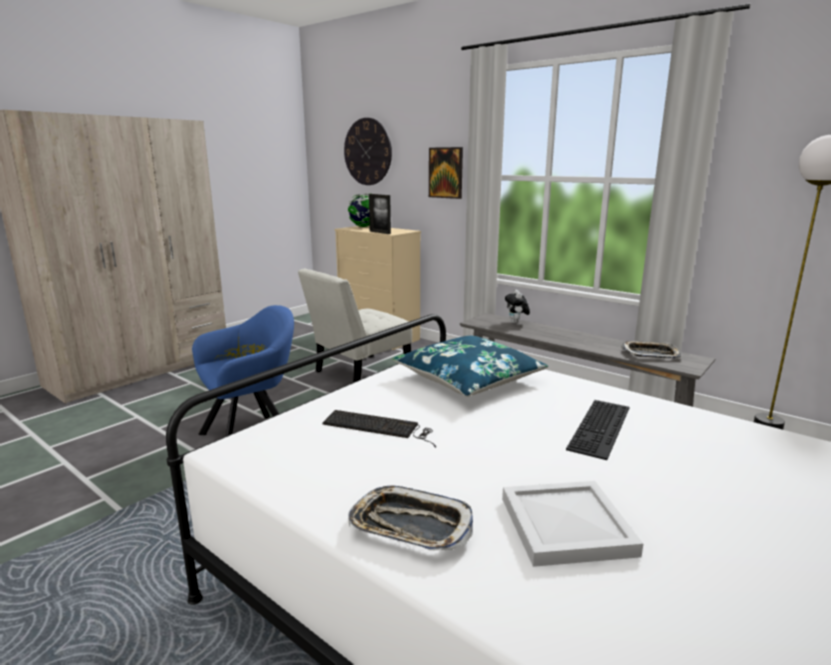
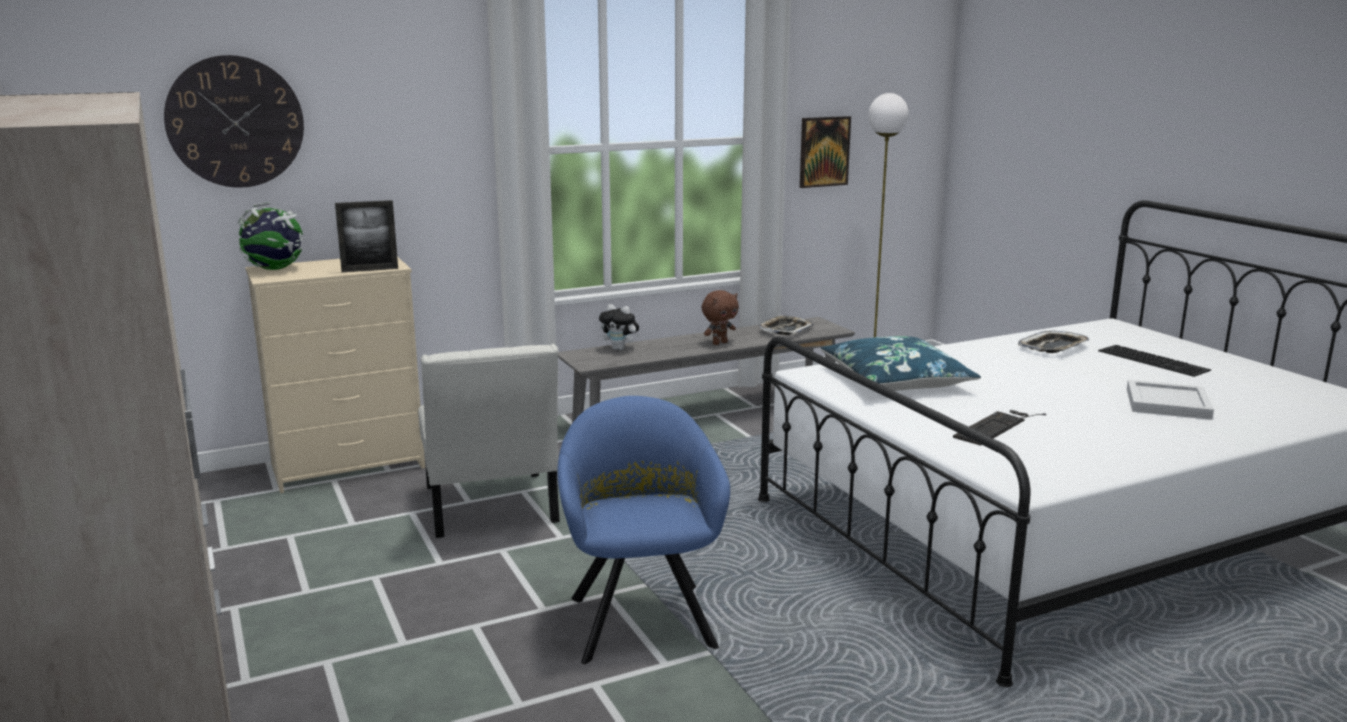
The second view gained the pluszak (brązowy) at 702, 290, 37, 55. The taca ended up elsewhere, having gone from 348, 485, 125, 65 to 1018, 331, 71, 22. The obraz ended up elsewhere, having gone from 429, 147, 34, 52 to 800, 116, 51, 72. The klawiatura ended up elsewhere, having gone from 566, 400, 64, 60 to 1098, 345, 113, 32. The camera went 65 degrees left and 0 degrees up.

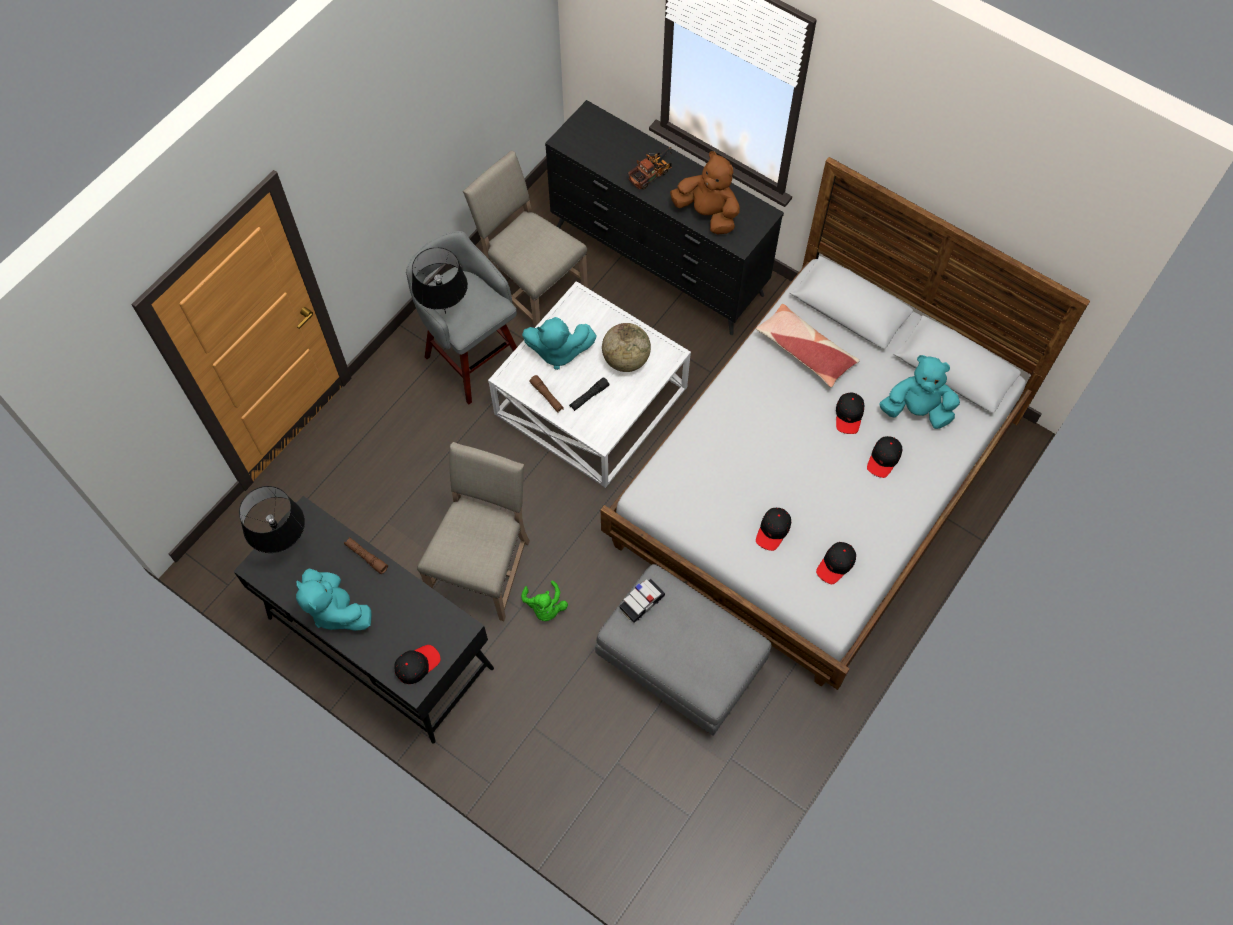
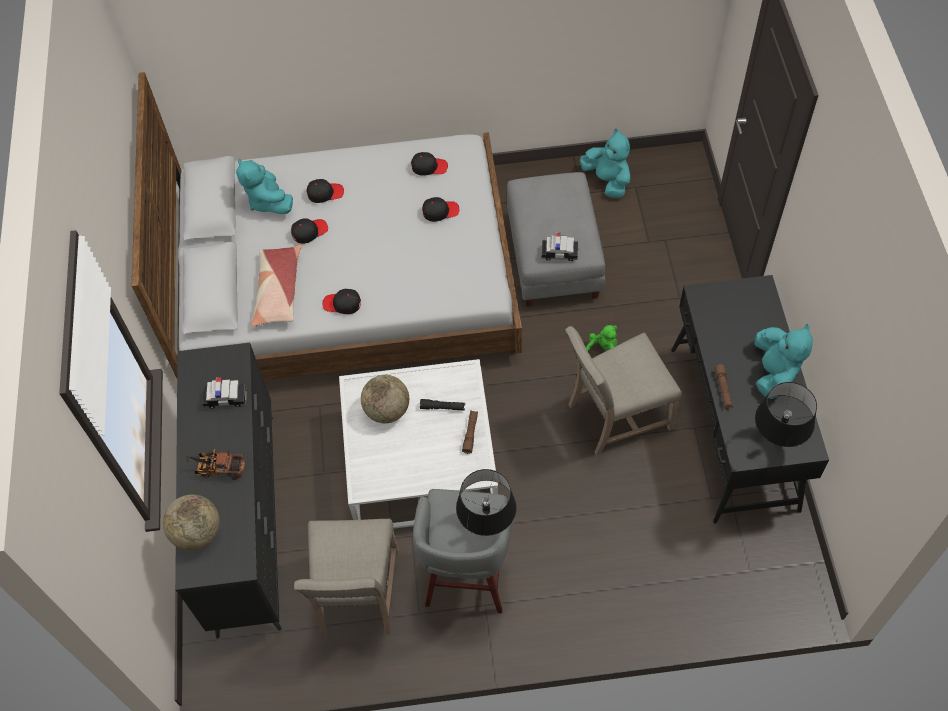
The second view gained the globus at 163, 494, 57, 56. The czapka z daszkiem (czarny) ended up elsewhere, having gone from 394, 645, 47, 39 to 323, 289, 38, 25. The pluszak (turkusowy) ended up elsewhere, having gone from 522, 317, 75, 53 to 580, 128, 50, 70. Where the pluszak (brązowy) stood at 670, 151, 70, 83, the samochodzik came to stand at 203, 377, 44, 32. The camera went 130 degrees left and 5 degrees down.

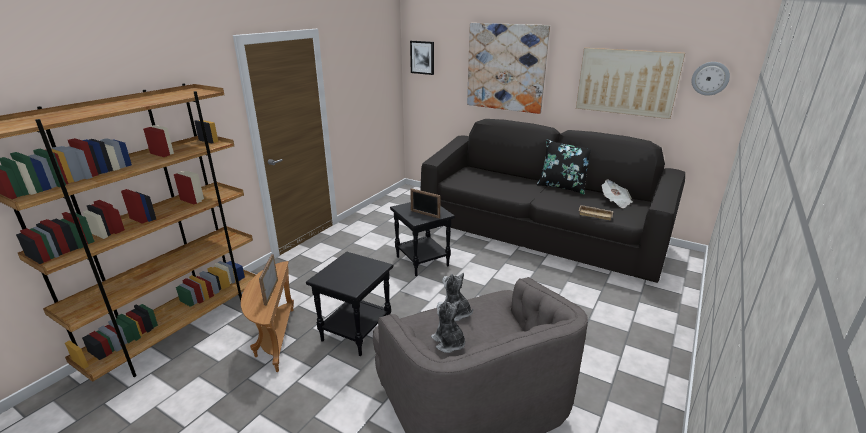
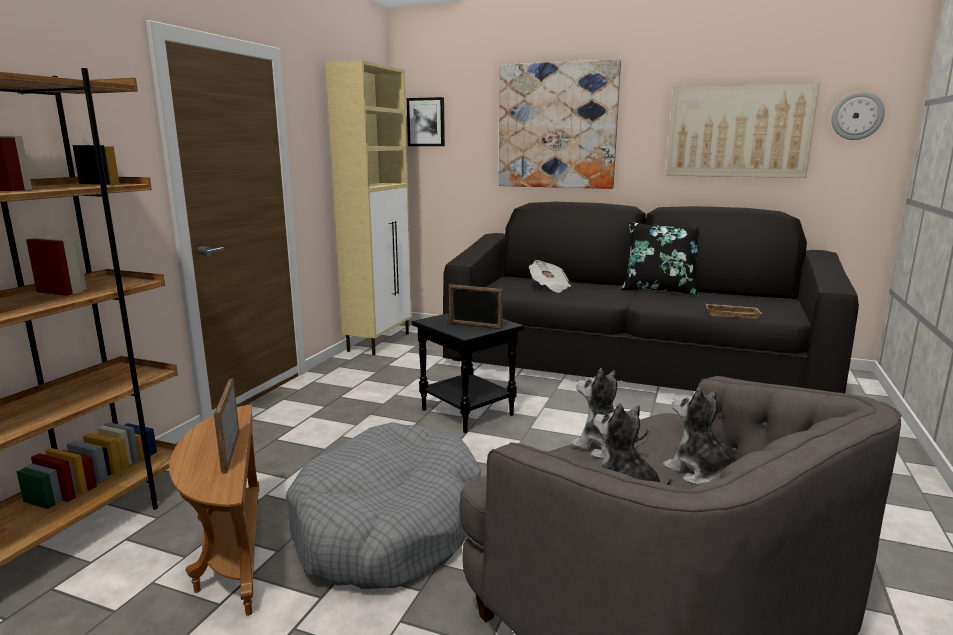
The second view gained the szafka (beżowy) at 326, 60, 86, 295. The second view gained the pluszak at 663, 387, 73, 98. The gazeta ended up elsewhere, having gone from 602, 180, 31, 28 to 529, 260, 42, 33. Where the stolik (czarny) stood at 306, 252, 87, 104, the legowisko (szary) came to stand at 286, 422, 195, 167. The camera went 10 degrees left and 10 degrees down.

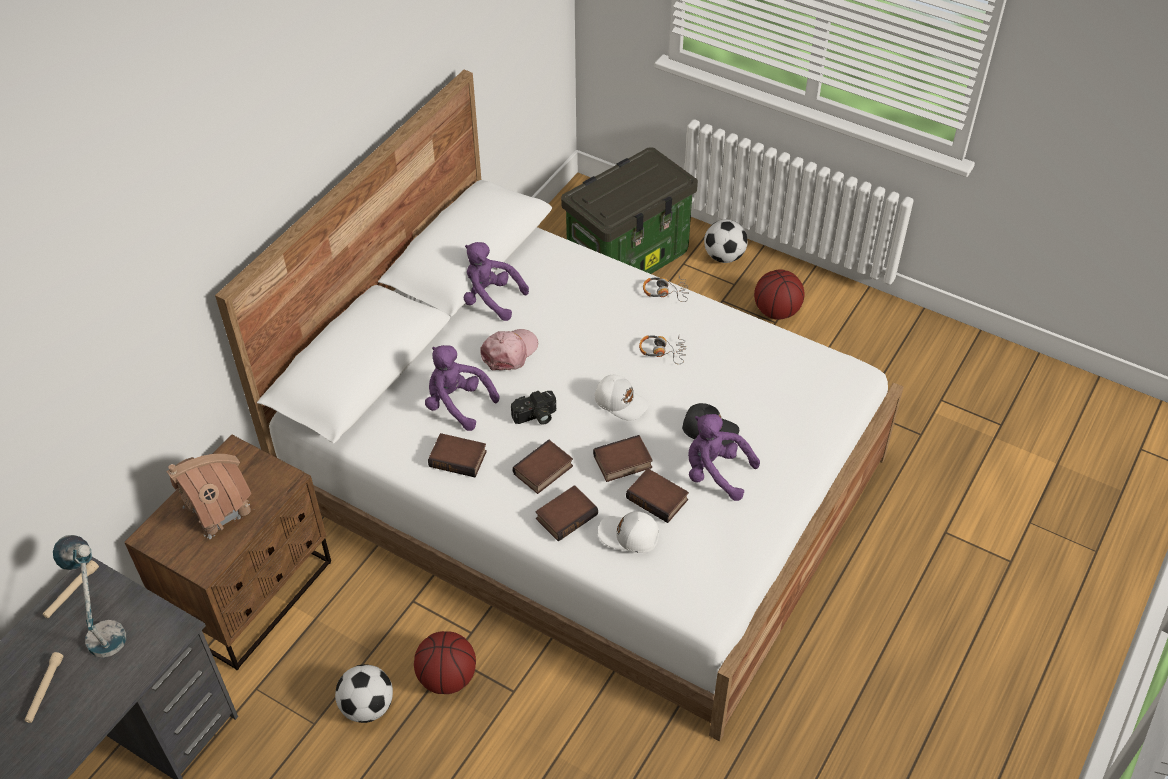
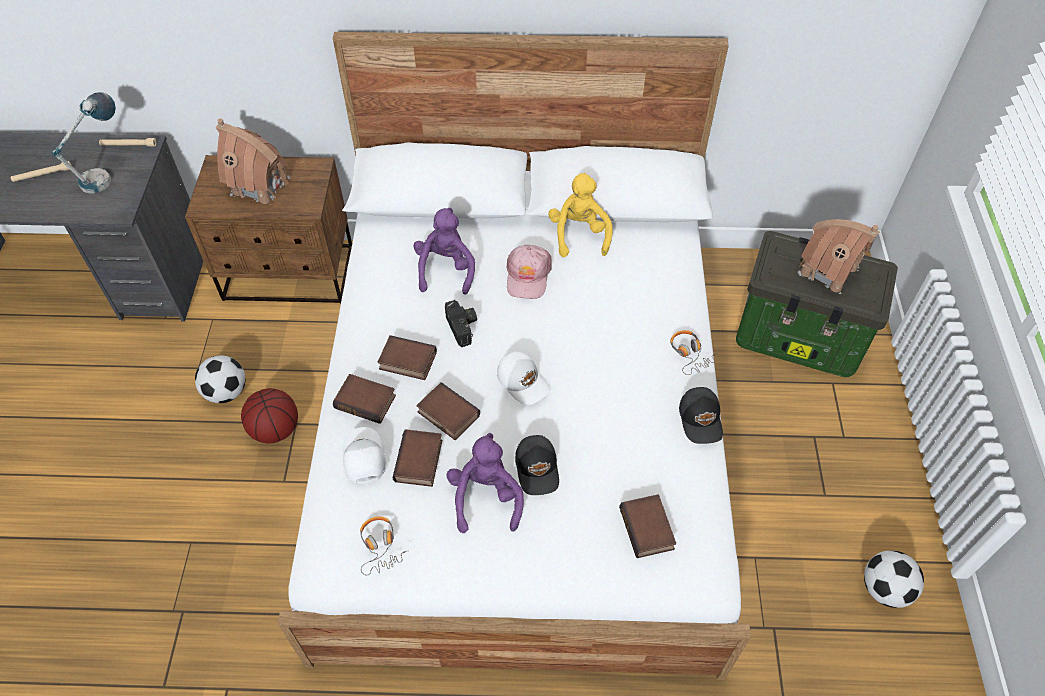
The second view lost the piłka do koszykówki at 754, 270, 51, 50. The second view gained the czapka z daszkiem (czarny) at 679, 387, 44, 57. The second view gained the domek at 798, 219, 82, 75. The książka ended up elsewhere, having gone from 428, 433, 59, 44 to 619, 494, 57, 64. The słuchawki ended up elsewhere, having gone from 639, 335, 47, 29 to 360, 516, 47, 59. The piłka futbolowa ended up elsewhere, having gone from 704, 219, 44, 44 to 864, 551, 60, 57. What was the pluszak (fioletowy) at 464, 242, 65, 79 turned into the pluszak (żółty) at 548, 173, 65, 84. The czapka z daszkiem (różowy) at 480, 329, 58, 41 ended up facing another way, 90 degrees clockwise from before. The aparat fotograficzny at 511, 391, 45, 34 ended up facing another way, 150 degrees counterclockwise from before. The czapka z daszkiem (biały) at 595, 375, 54, 46 ended up facing another way, 45 degrees counterclockwise from before. The camera went 60 degrees right and 5 degrees up.

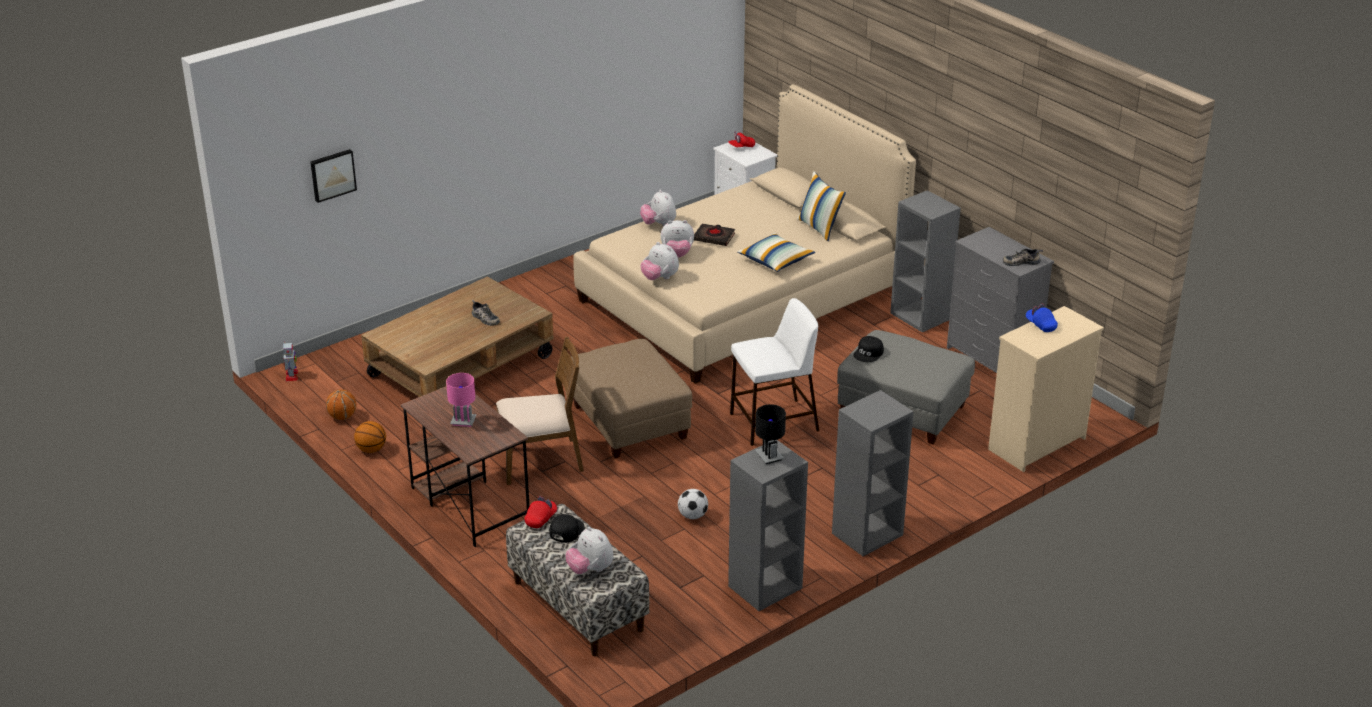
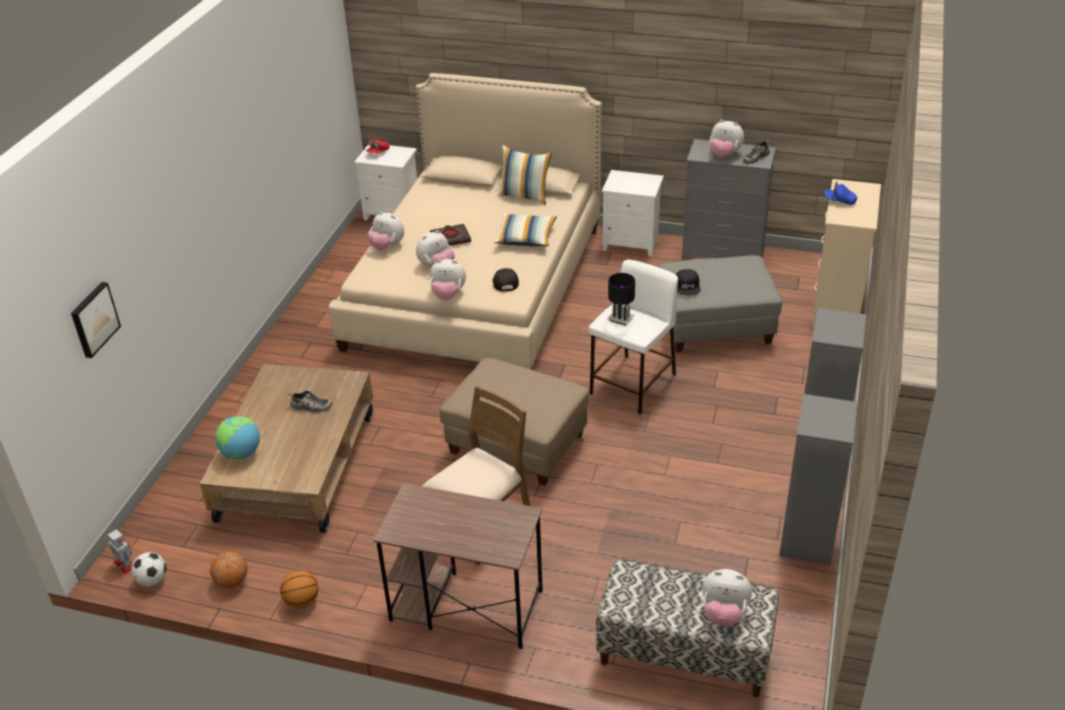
The second view lost the lampa stołowa (różowy) at 446, 373, 30, 54. The second view lost the czapka z daszkiem (czerwony) at 524, 496, 33, 32. The second view gained the globus at 215, 416, 45, 43. The second view gained the pluszak at 710, 119, 34, 38. The czapka z daszkiem (czarny) ended up elsewhere, having gone from 549, 514, 36, 29 to 492, 268, 27, 23. The piłka futbolowa ended up elsewhere, having gone from 678, 489, 30, 30 to 131, 552, 36, 34. The lampa stołowa (czarny) ended up elsewhere, having gone from 755, 404, 31, 60 to 608, 273, 27, 53. Where the regał (szary) stood at 890, 190, 71, 142, the szafka nocna (biały) came to stand at 602, 170, 62, 87. The camera went 35 degrees left and 5 degrees up.

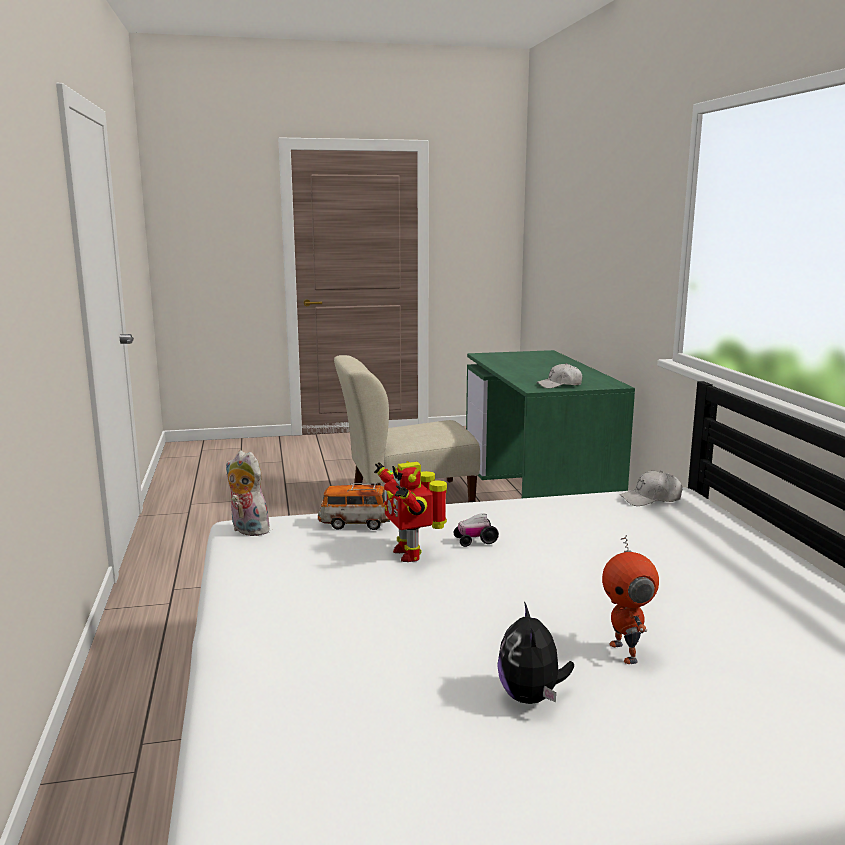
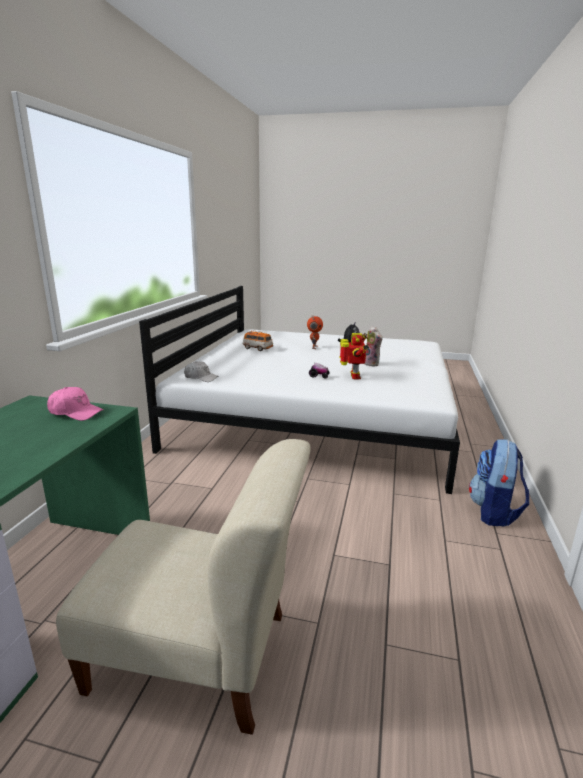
The second view gained the plecak at 469, 439, 60, 88. The pluszak ended up elsewhere, having gone from 226, 450, 45, 86 to 365, 326, 17, 41. The samochodzik ended up elsewhere, having gone from 318, 483, 72, 47 to 242, 330, 31, 21. What was the czapka z daszkiem (biały) at 537, 363, 45, 25 turned into the czapka z daszkiem (różowy) at 47, 387, 57, 34. The camera went 155 degrees left and 5 degrees up.

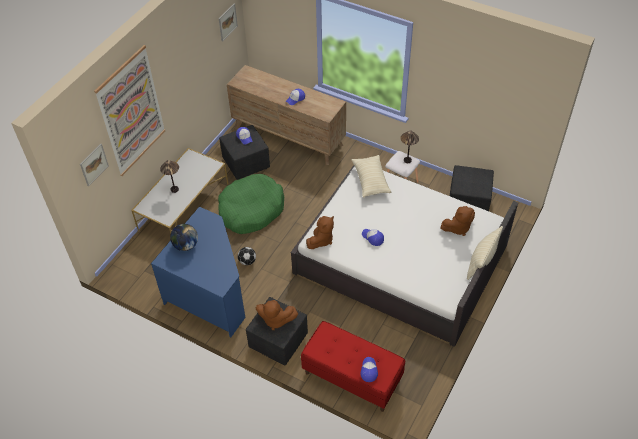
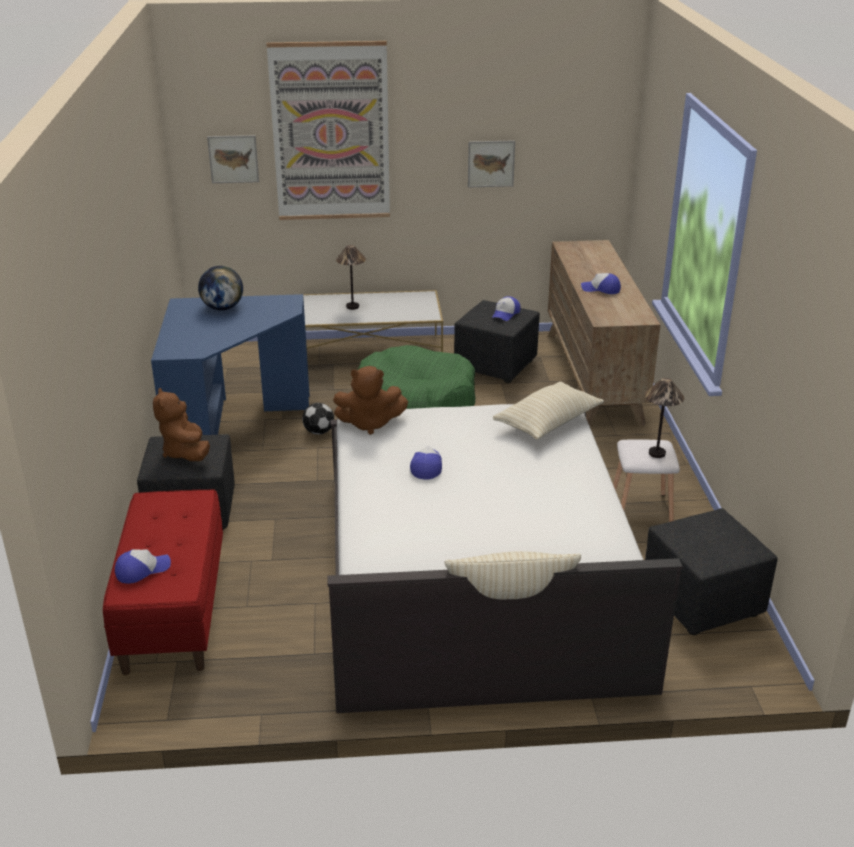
The second view lost the pluszak (brązowy) at 441, 206, 34, 30. The obraz ended up elsewhere, having gone from 219, 4, 19, 37 to 468, 140, 47, 48. The camera went 55 degrees right and 20 degrees down.

